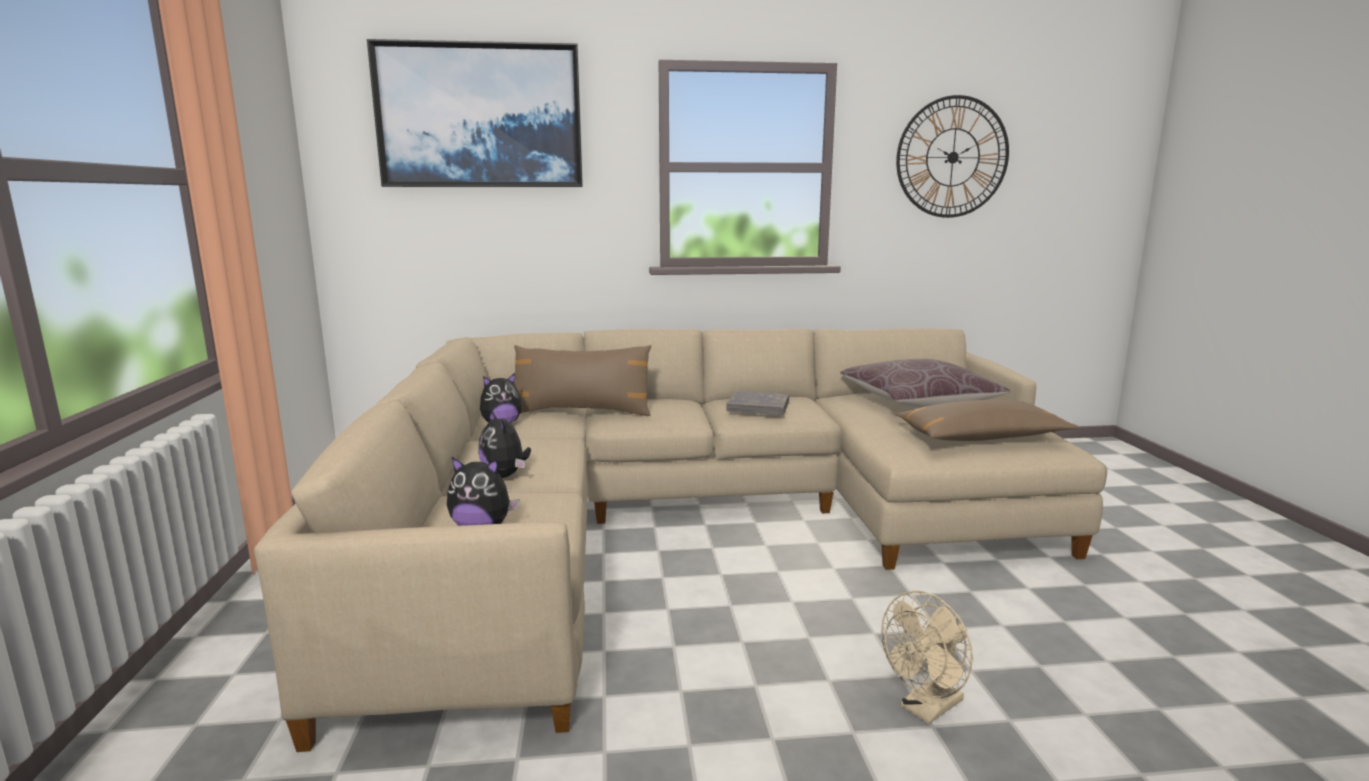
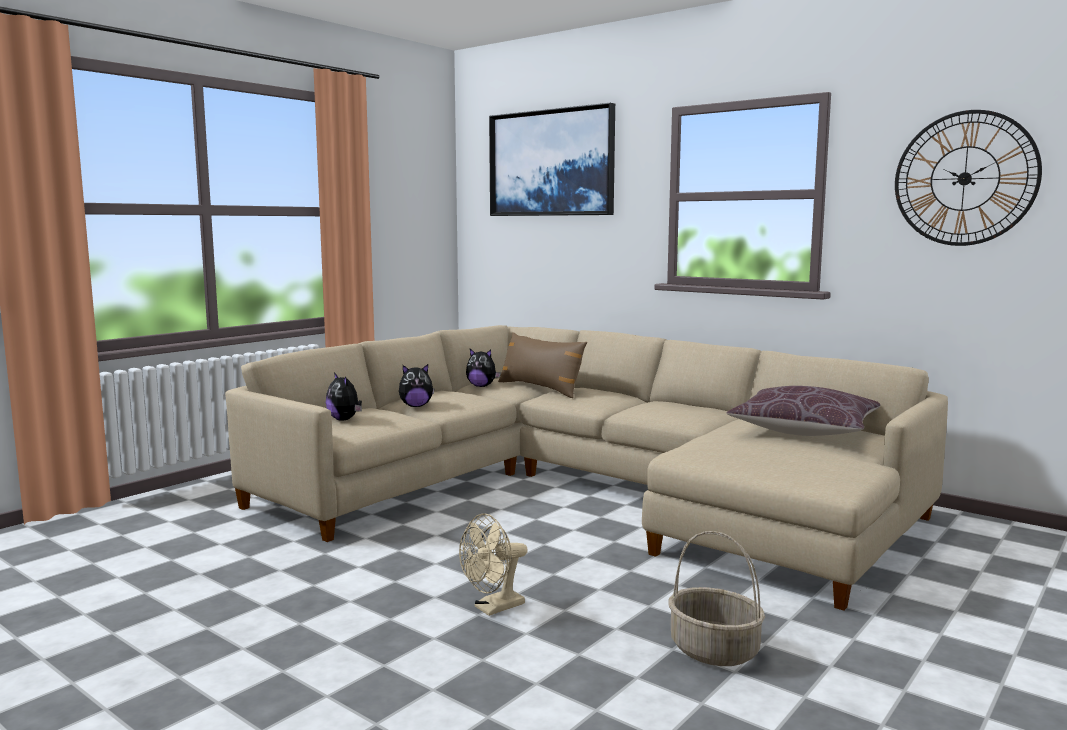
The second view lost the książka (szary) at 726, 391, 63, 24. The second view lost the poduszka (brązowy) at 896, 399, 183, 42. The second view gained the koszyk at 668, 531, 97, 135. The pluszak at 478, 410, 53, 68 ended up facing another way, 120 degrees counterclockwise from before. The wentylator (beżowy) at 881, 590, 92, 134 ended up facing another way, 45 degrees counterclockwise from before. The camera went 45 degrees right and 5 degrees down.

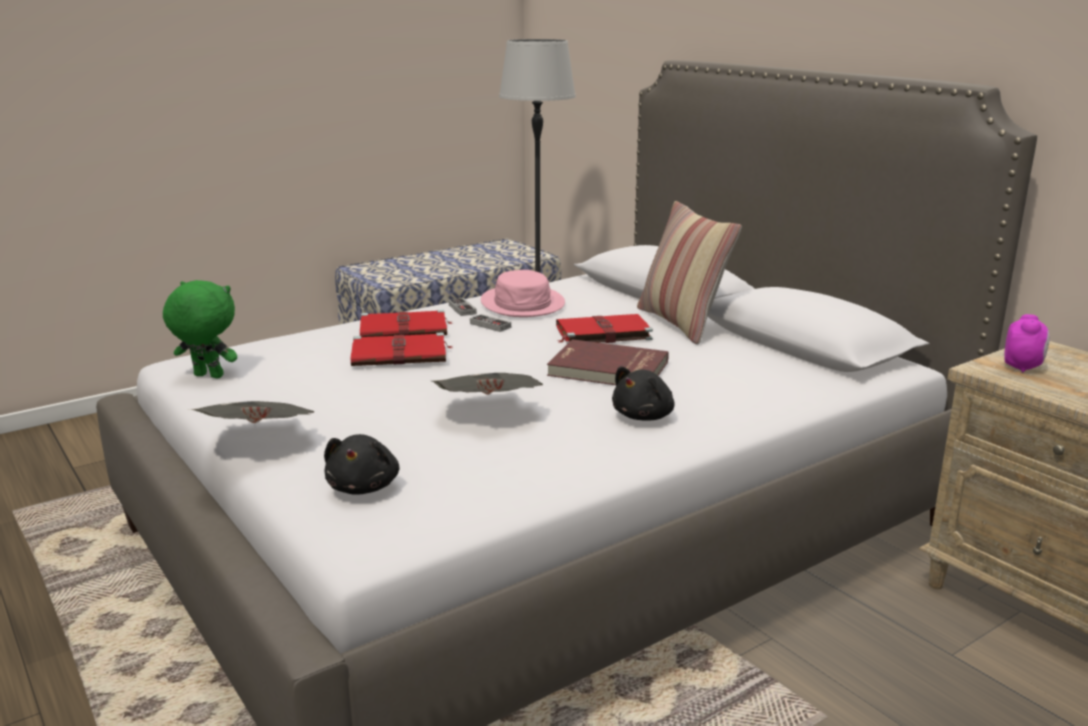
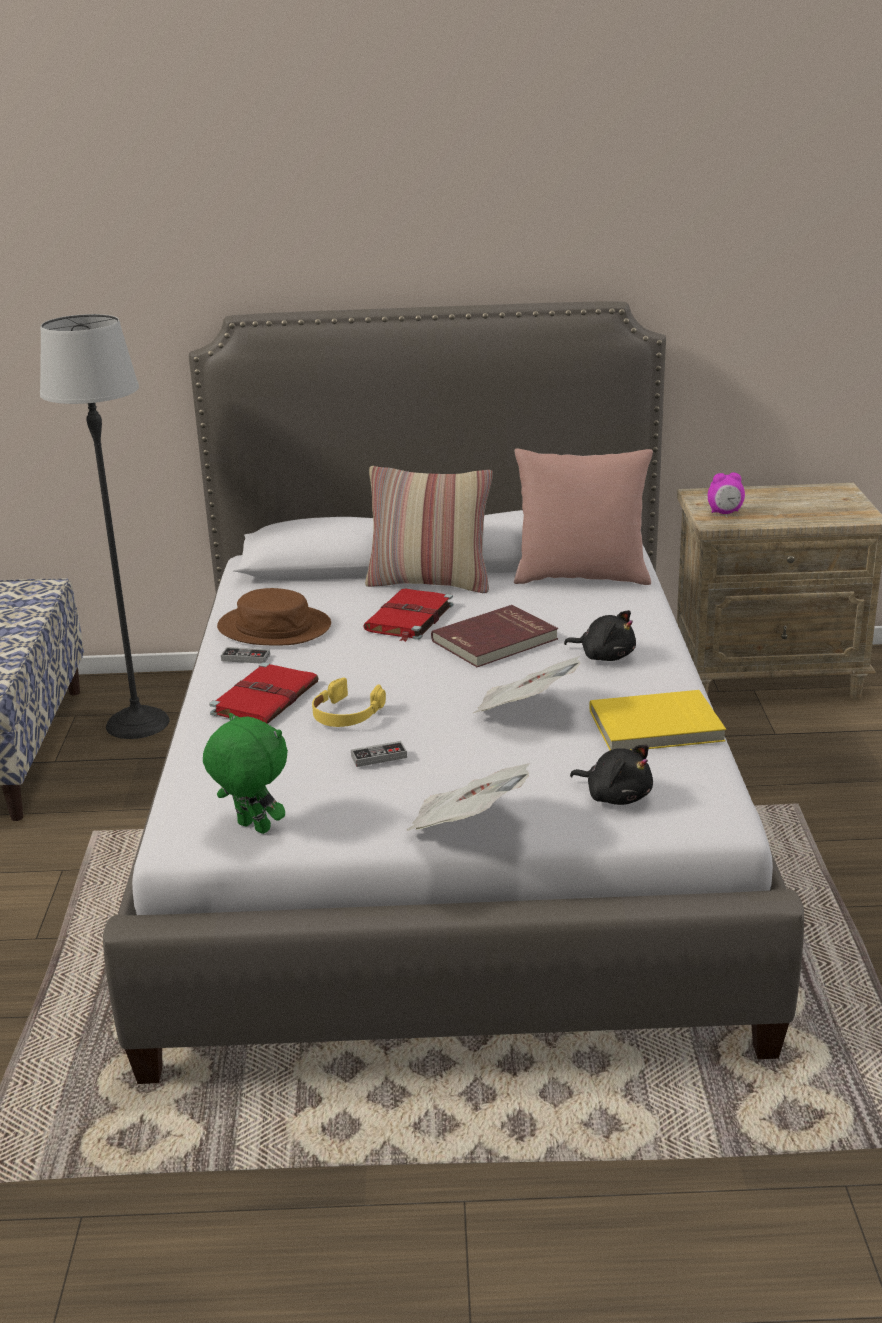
The second view gained the poduszka (różowy) at 514, 448, 139, 137. The second view gained the książka (żółty) at 589, 690, 137, 60. The pad do gier ended up elsewhere, having gone from 470, 314, 41, 18 to 351, 741, 56, 26. Where the książka (czerwony) stood at 351, 332, 101, 34, the słuchawki (żółty) came to stand at 312, 677, 74, 50. What was the kapelusz (różowy) at 481, 270, 84, 47 turned into the kapelusz (brązowy) at 217, 588, 114, 57. The pluszak (zielony) at 163, 280, 74, 99 ended up facing another way, 75 degrees clockwise from before. The pluszak (czarny) at 612, 366, 63, 55 ended up facing another way, 45 degrees counterclockwise from before. The budzik at 1004, 314, 46, 59 ended up facing another way, 120 degrees clockwise from before. The camera went 55 degrees left and 5 degrees up.

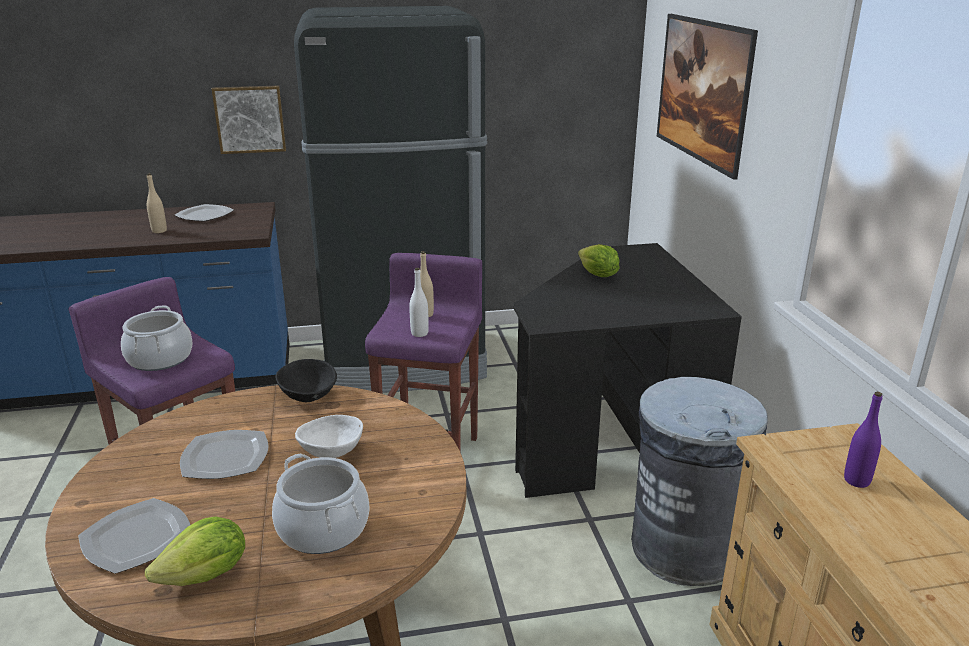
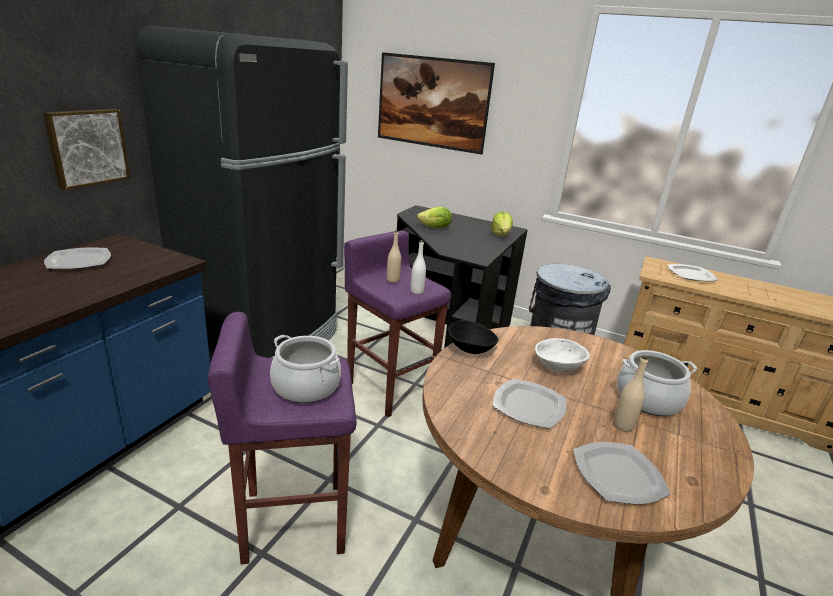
The sałata ended up elsewhere, having gone from 145, 516, 100, 70 to 491, 212, 22, 24. The butelka (beżowy) ended up elsewhere, having gone from 147, 173, 20, 60 to 613, 356, 35, 76. Where the butelka (fioletowy) stood at 844, 392, 38, 96, the talerz came to stand at 668, 264, 50, 17. The camera went 55 degrees left and 0 degrees up.

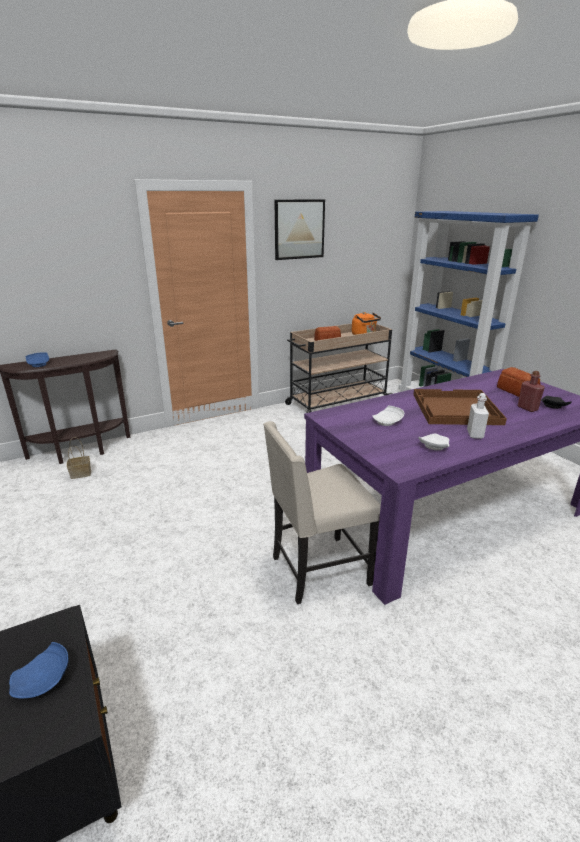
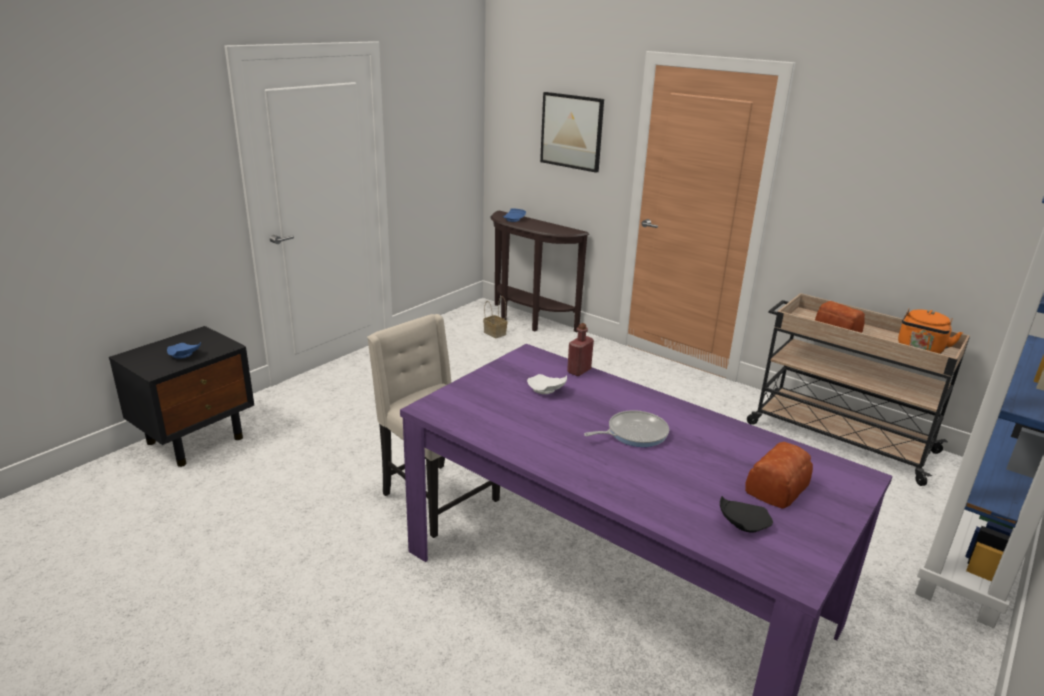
The second view lost the talerz (biały) at 418, 433, 32, 17. The second view lost the butelka (biały) at 467, 393, 22, 46. The obraz ended up elsewhere, having gone from 274, 199, 51, 61 to 540, 92, 64, 81. The butelka (czerwony) ended up elsewhere, having gone from 518, 371, 27, 41 to 567, 323, 27, 53. Where the taca (brązowy) stood at 413, 389, 94, 36, the patelnia came to stand at 584, 410, 85, 37. The camera went 65 degrees right and 0 degrees up.

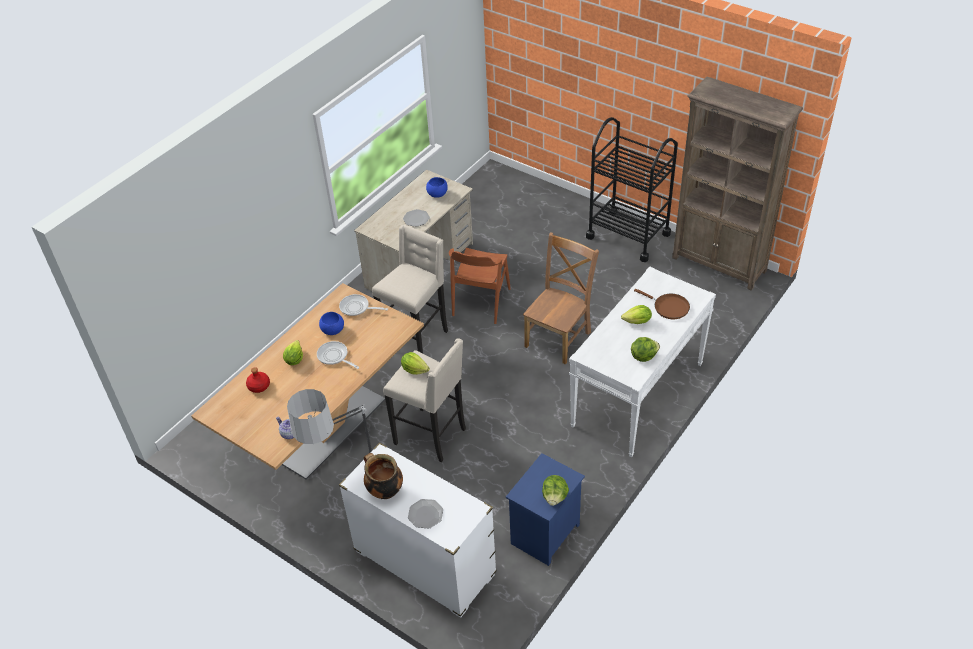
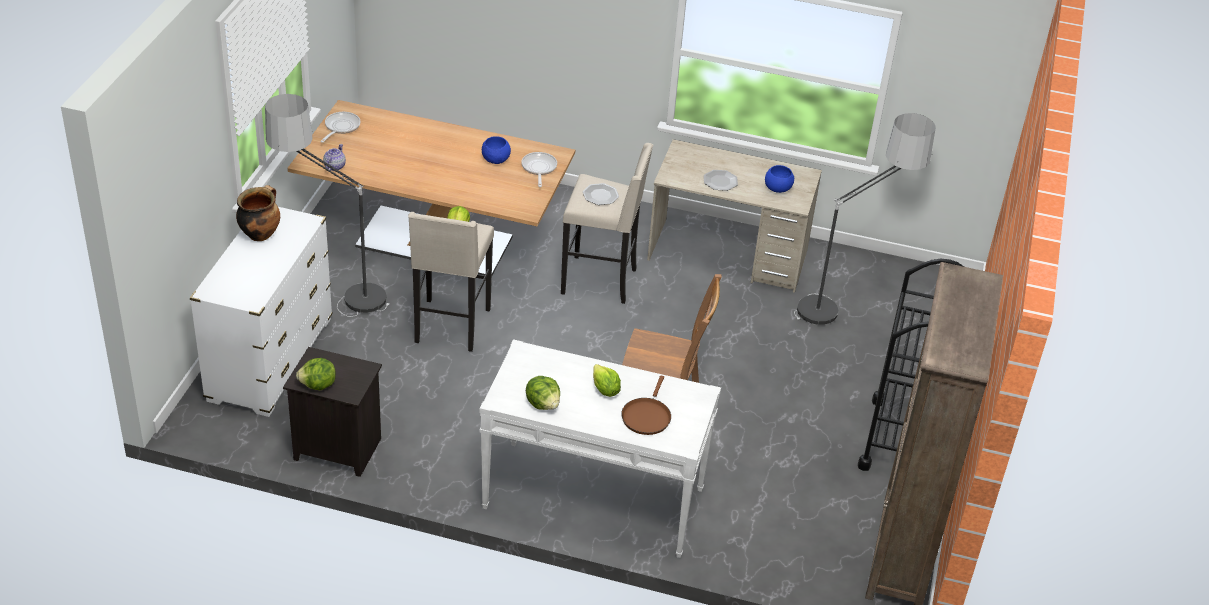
The second view lost the butelka (czerwony) at 246, 367, 24, 26. The second view lost the sałata at 283, 340, 20, 25. The second view lost the krzesło (brązowy) at 449, 248, 62, 76. The second view gained the lampa stojąca at 794, 113, 142, 212. The patelnia ended up elsewhere, having gone from 317, 341, 43, 28 to 320, 112, 40, 31. The talerz ended up elsewhere, having gone from 408, 499, 35, 29 to 583, 183, 36, 22. What was the szafka nocna (niebieski) at 506, 453, 79, 113 turned into the szafka nocna (czarny) at 283, 347, 99, 130. The camera went 65 degrees right and 5 degrees down.

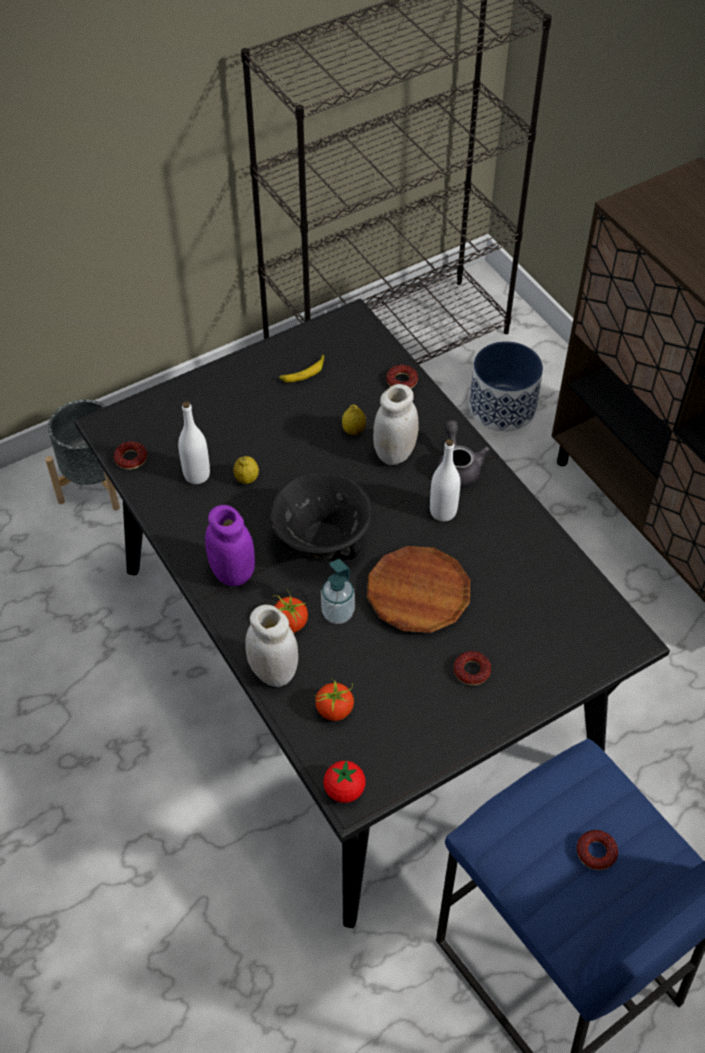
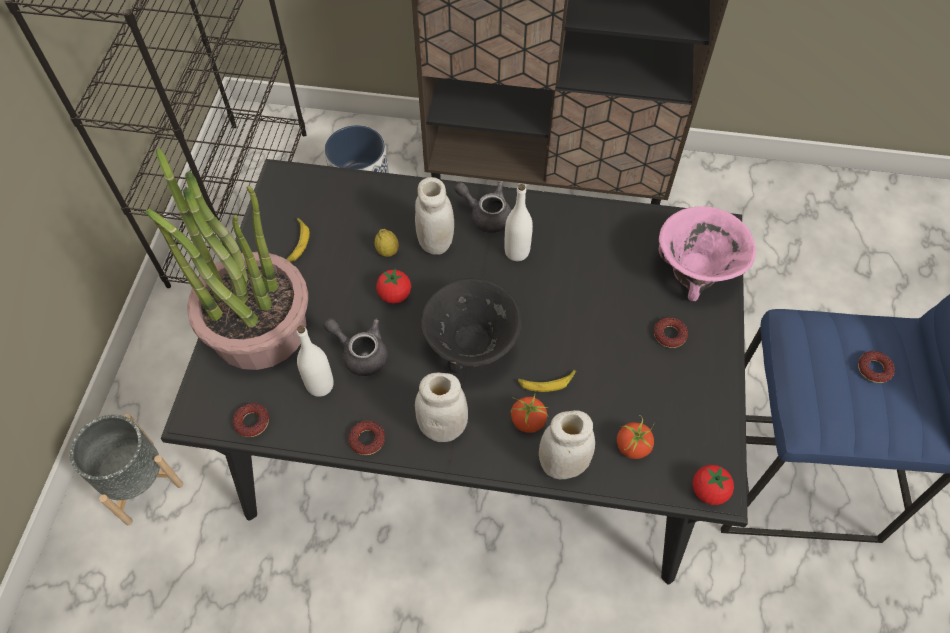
The second view lost the talerz (brązowy) at 367, 546, 103, 87. The second view gained the roślina doniczkowa at 146, 148, 162, 222. The second view gained the pomidor at 376, 268, 35, 36. The second view gained the miska (różowy) at 658, 206, 98, 95. The donut ended up elsewhere, having gone from 386, 365, 32, 24 to 348, 420, 37, 35. Where the cytryna stood at 233, 456, 26, 28, the imbryk (szary) came to stand at 323, 318, 65, 58. Where the dozownik mydła stood at 321, 559, 34, 65, the banan came to stand at 517, 369, 59, 23. What was the słoik (fioletowy) at 205, 505, 50, 81 turned into the słoik (biały) at 415, 373, 53, 69. The camera went 50 degrees left and 5 degrees up.

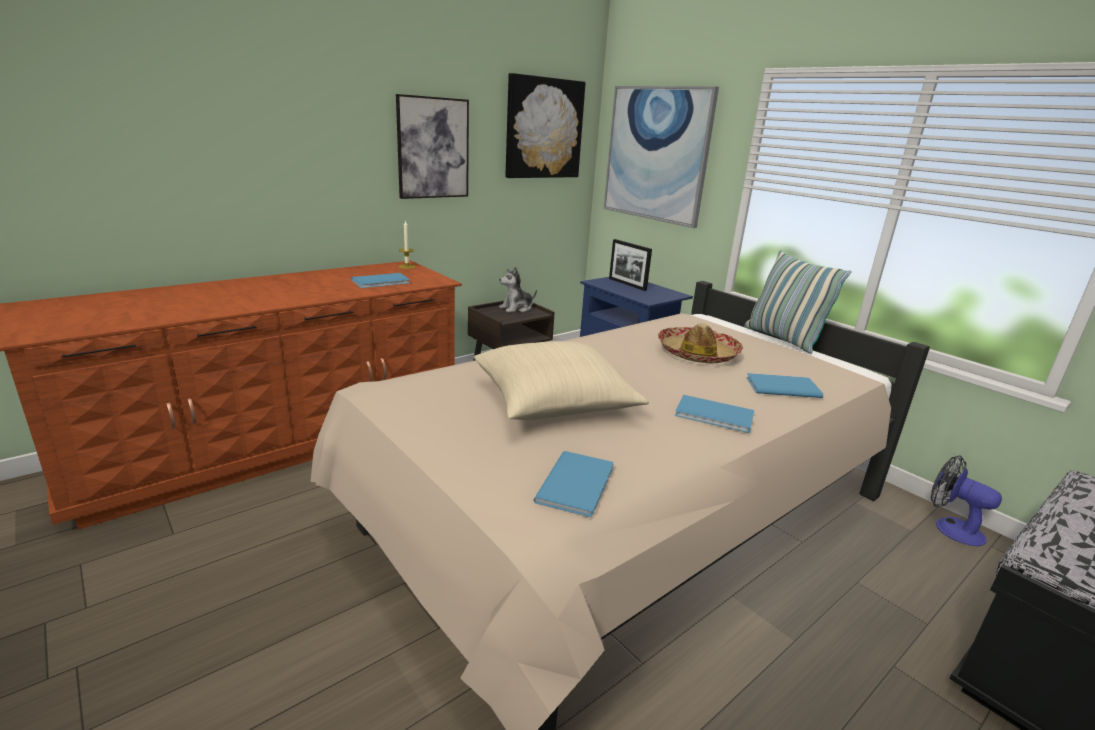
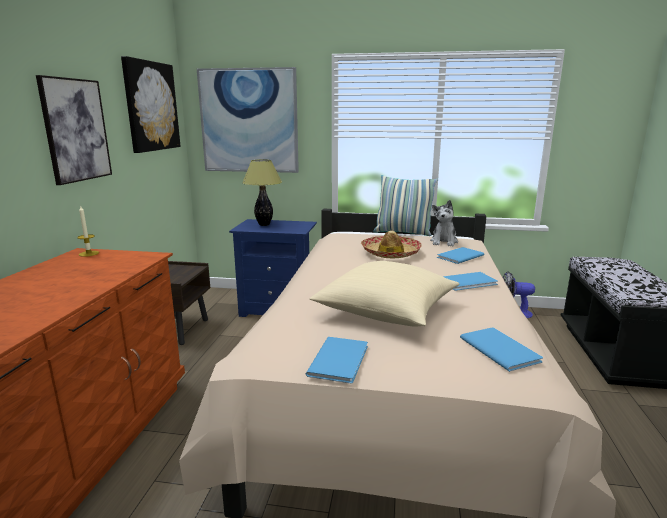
The książka (niebieski) ended up elsewhere, having gone from 351, 273, 59, 15 to 306, 337, 62, 47. The pluszak ended up elsewhere, having gone from 499, 267, 38, 46 to 430, 200, 28, 46. Where the ramka na zdjęcie stood at 609, 239, 43, 52, the lampa stołowa came to stand at 242, 159, 40, 67. The camera went 40 degrees left and 5 degrees down.

